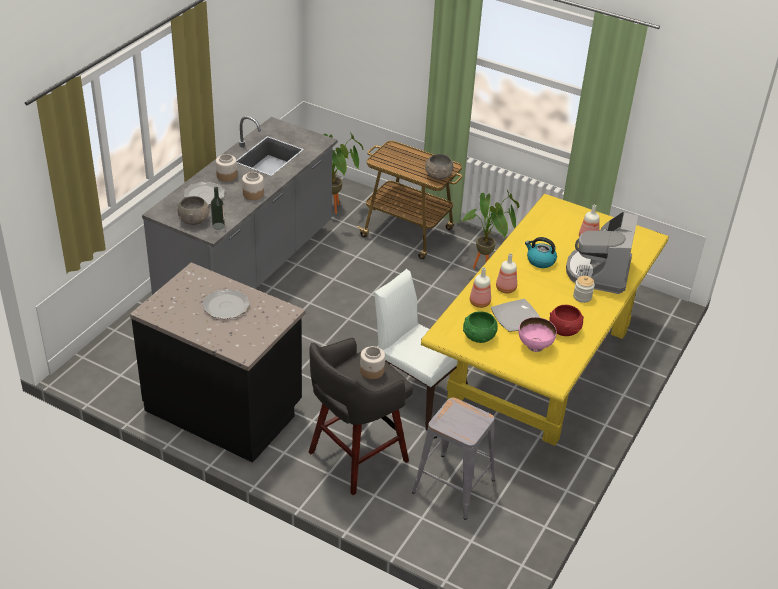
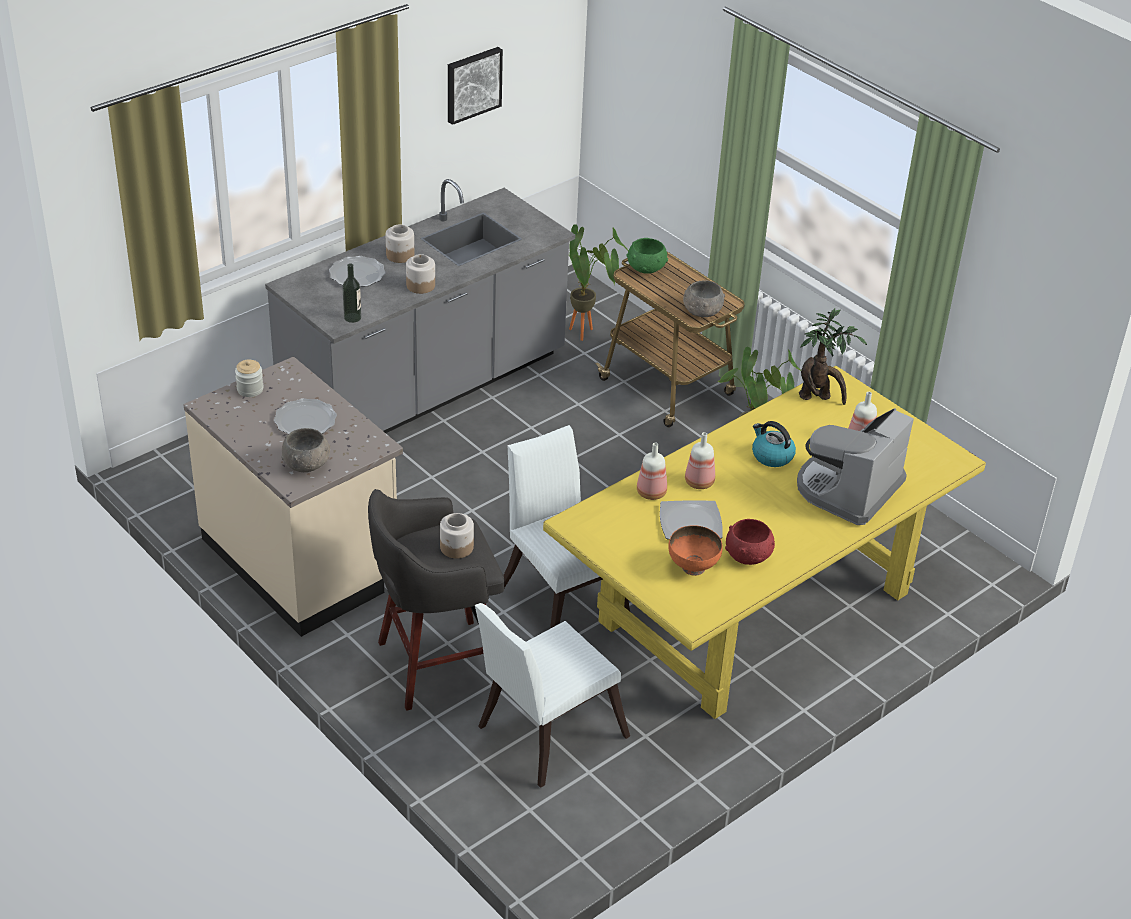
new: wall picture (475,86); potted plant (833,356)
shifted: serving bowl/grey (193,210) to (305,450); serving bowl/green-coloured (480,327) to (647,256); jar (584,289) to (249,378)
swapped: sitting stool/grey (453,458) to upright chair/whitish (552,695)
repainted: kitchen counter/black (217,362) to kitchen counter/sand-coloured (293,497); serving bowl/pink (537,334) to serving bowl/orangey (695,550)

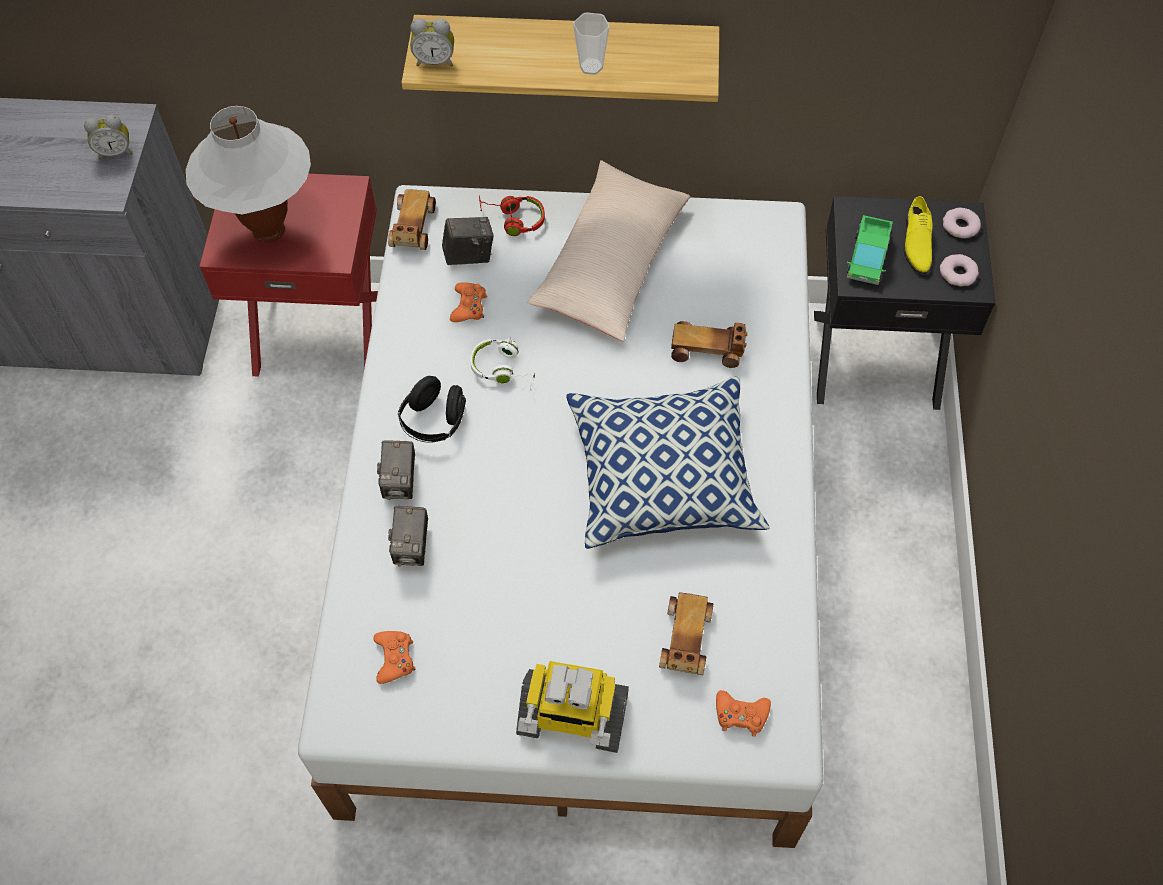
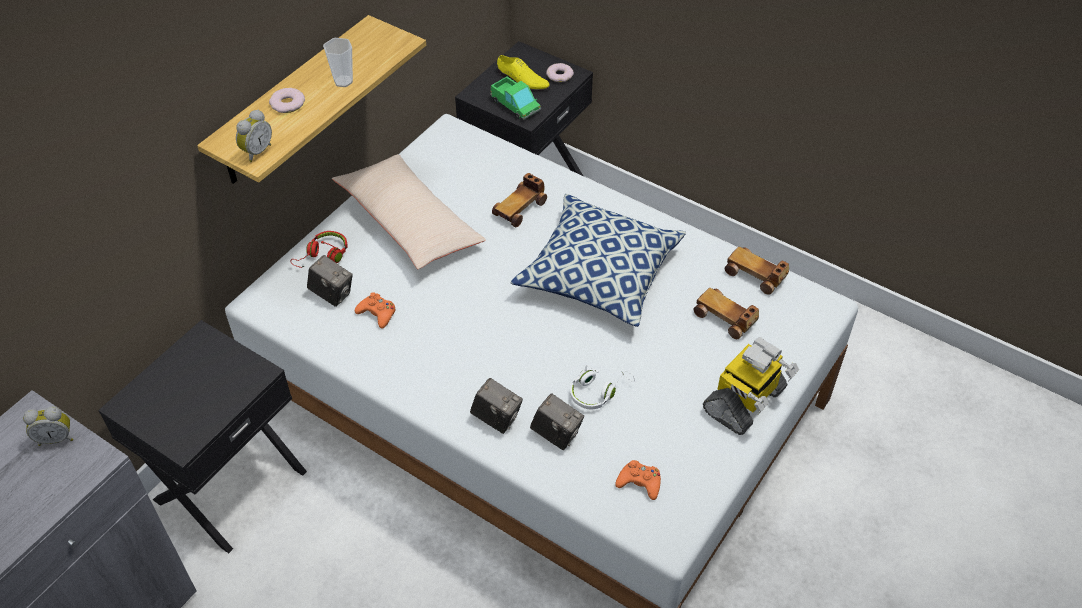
gone: tabletop lamp/whitish (248,174); pair of headphones/black (432,409); joypad/orangey (743,713)
shifted: toy car (412,219) to (757,271); pair of headphones/whitish (502,363) to (602,387); donut (962,223) to (287,100)
repainted: bedside table/red (288,275) to bedside table/black (202,436)
rotated: table clock (108,137) = (48,426) 60 degrees clockwise; photo camera (467,241) = (330,281) 105 degrees clockwise

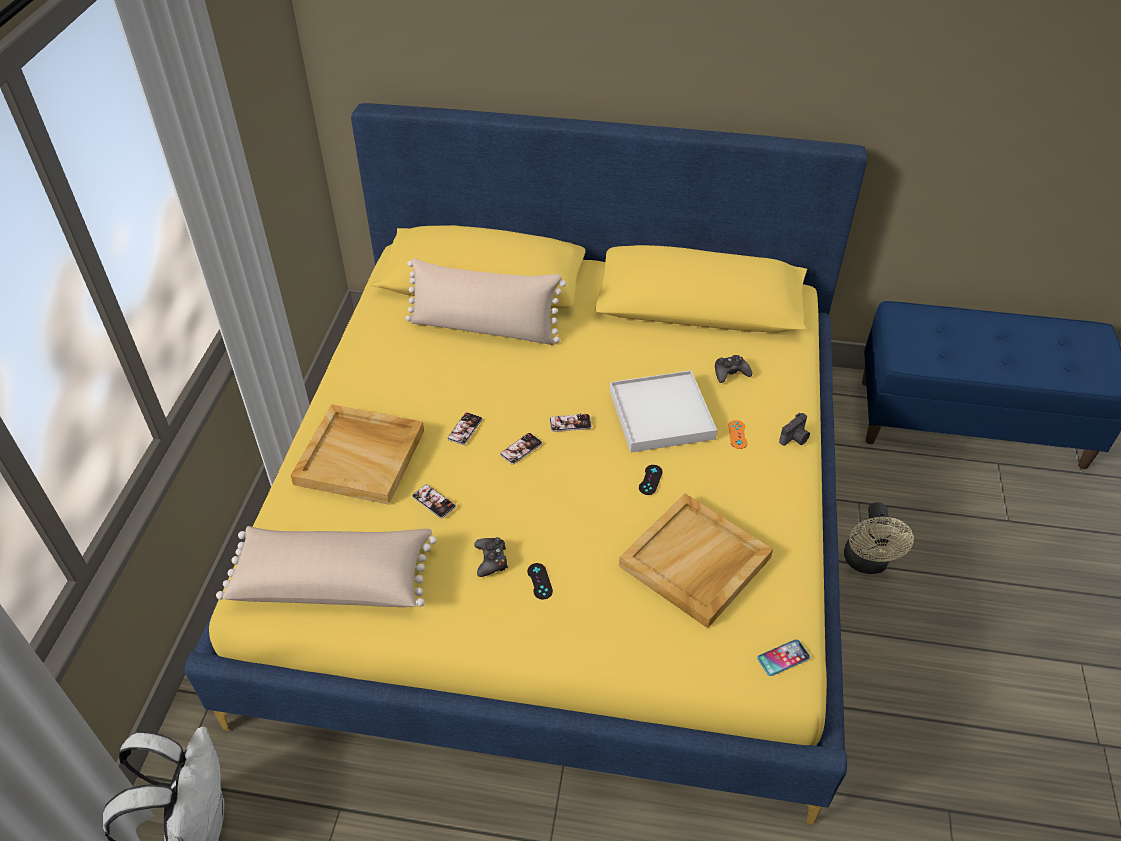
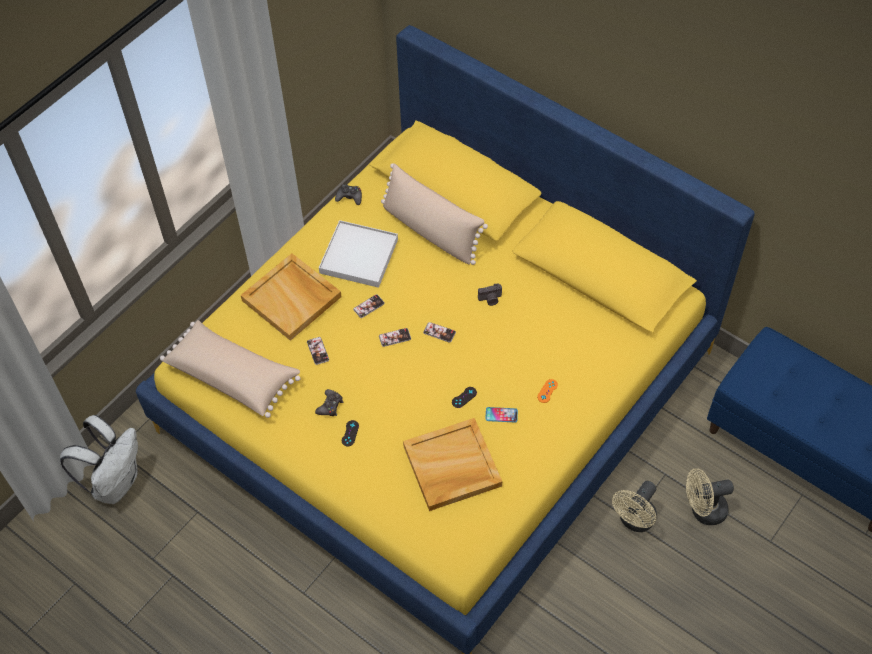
new: electric fan/sand-coloured (710,496)
shifted: carrying tray/whitish (663,411) to (358,254); joypad/black (733,369) to (348,194); phone (783,657) to (501,415); photo camera (794,429) to (490,294)

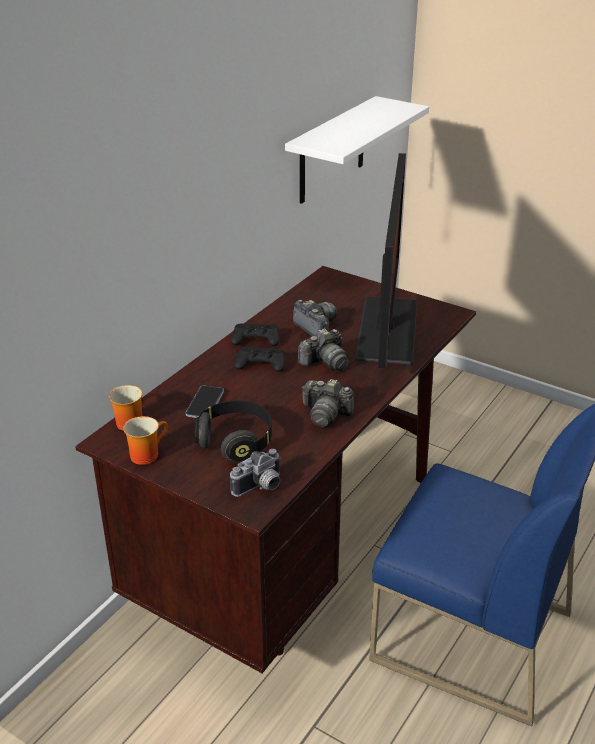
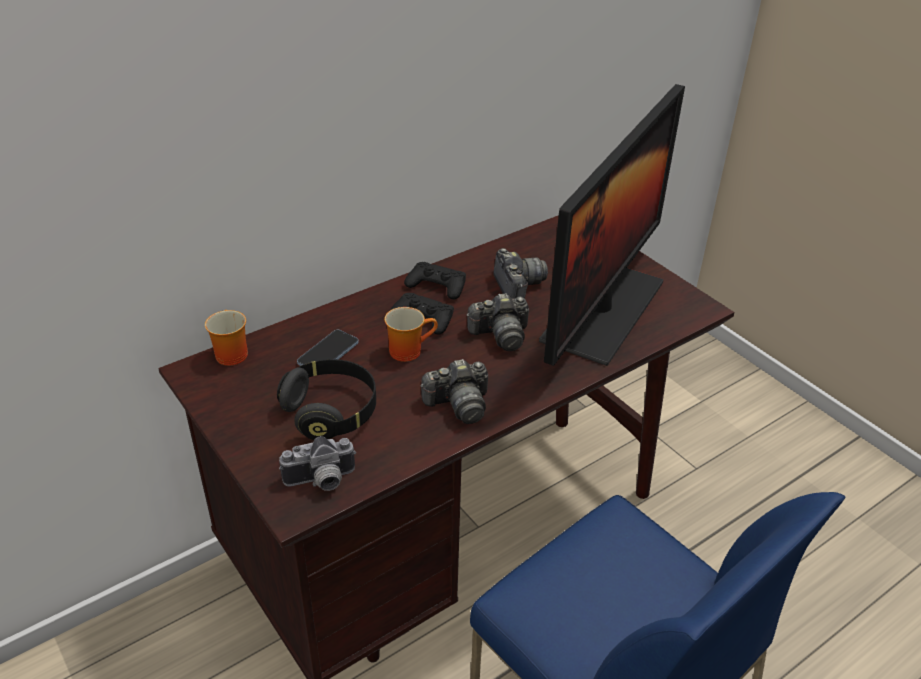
gone: bracket shelf/whitish (357,150)
shifted: coffee mug (145,440) to (411,334)
rotated: photo camera (328,403) = (454,391) 60 degrees counterclockwise

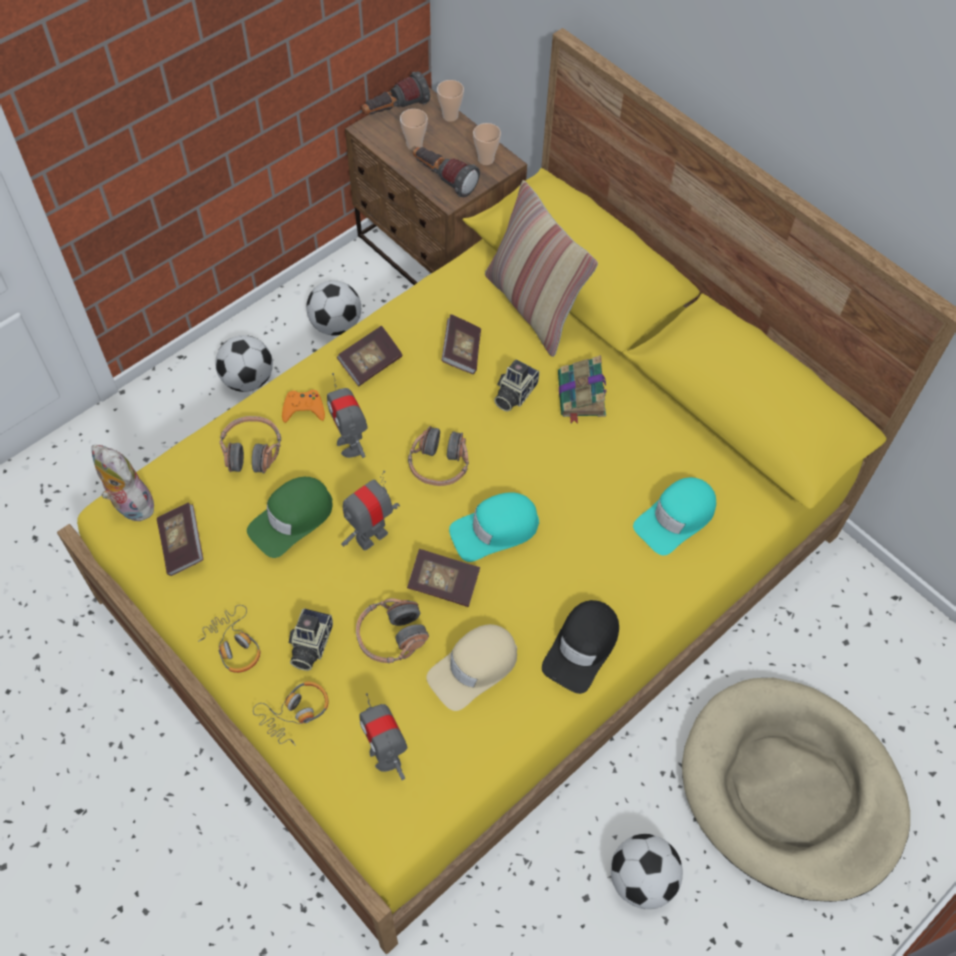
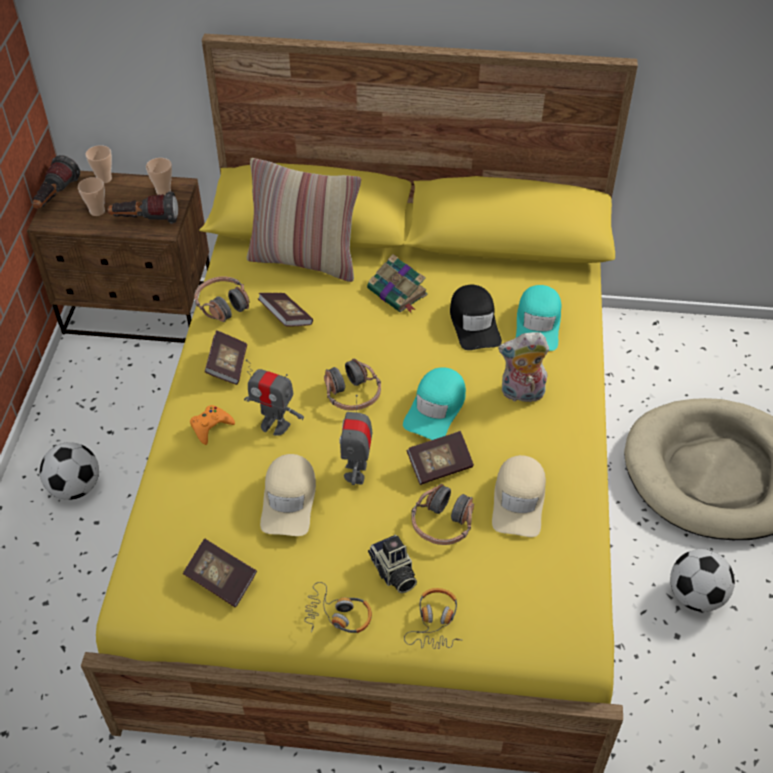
gone: football ball (333,308); toy robot (383,736); photo camera (516,386)
shifted: soft toy (123,483) to (523,367); pair of headphones (250,445) to (222,299); cap/black (580,647) to (476,317)
repainted: cap/green-coloured (290,517) to cap/sand-coloured (288,495)

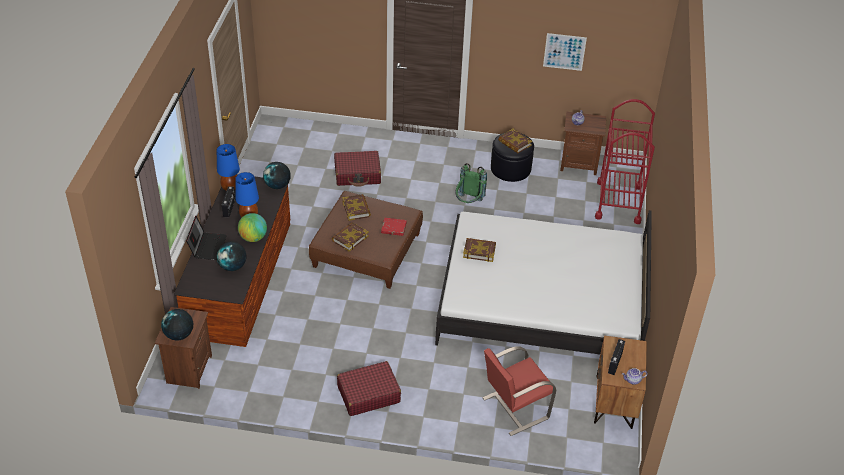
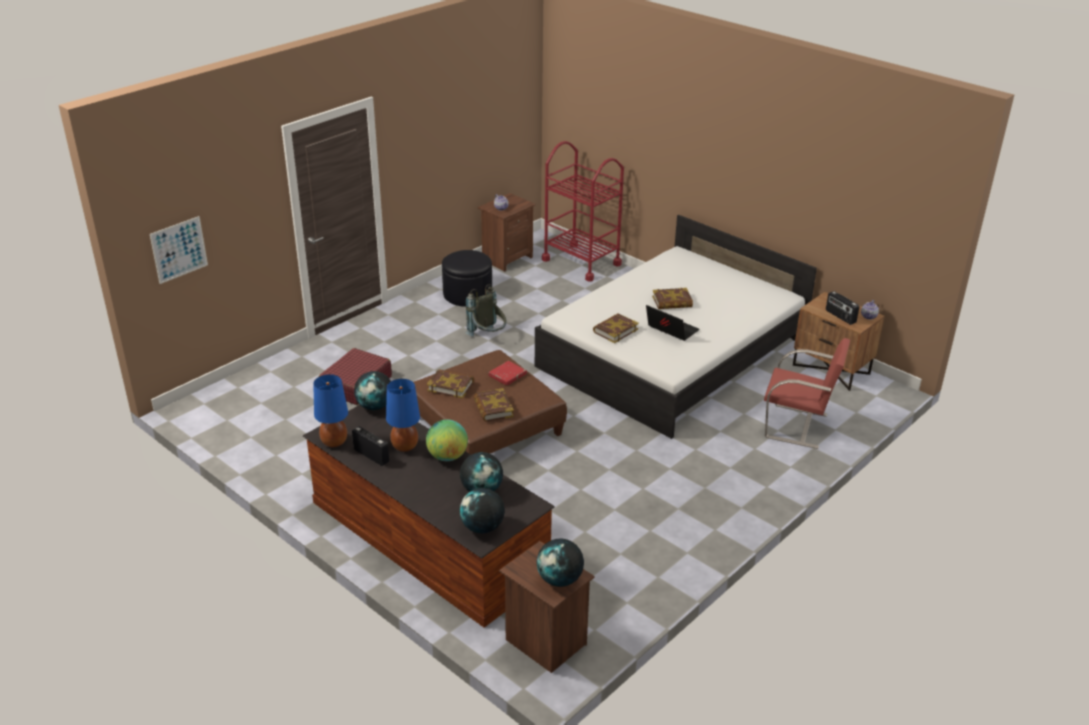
gone: suitcase/red (369,388)
new: globe (482,510)
shifted: laptop (206,238) to (673,323); book (515,141) to (672,298); wall picture (565,52) to (179,250)
repainted: knapsack/green-coloured (471,183) to knapsack/grey (486,310)
rotated: upright chair/red (519,391) = (807,393) 75 degrees counterclockwise

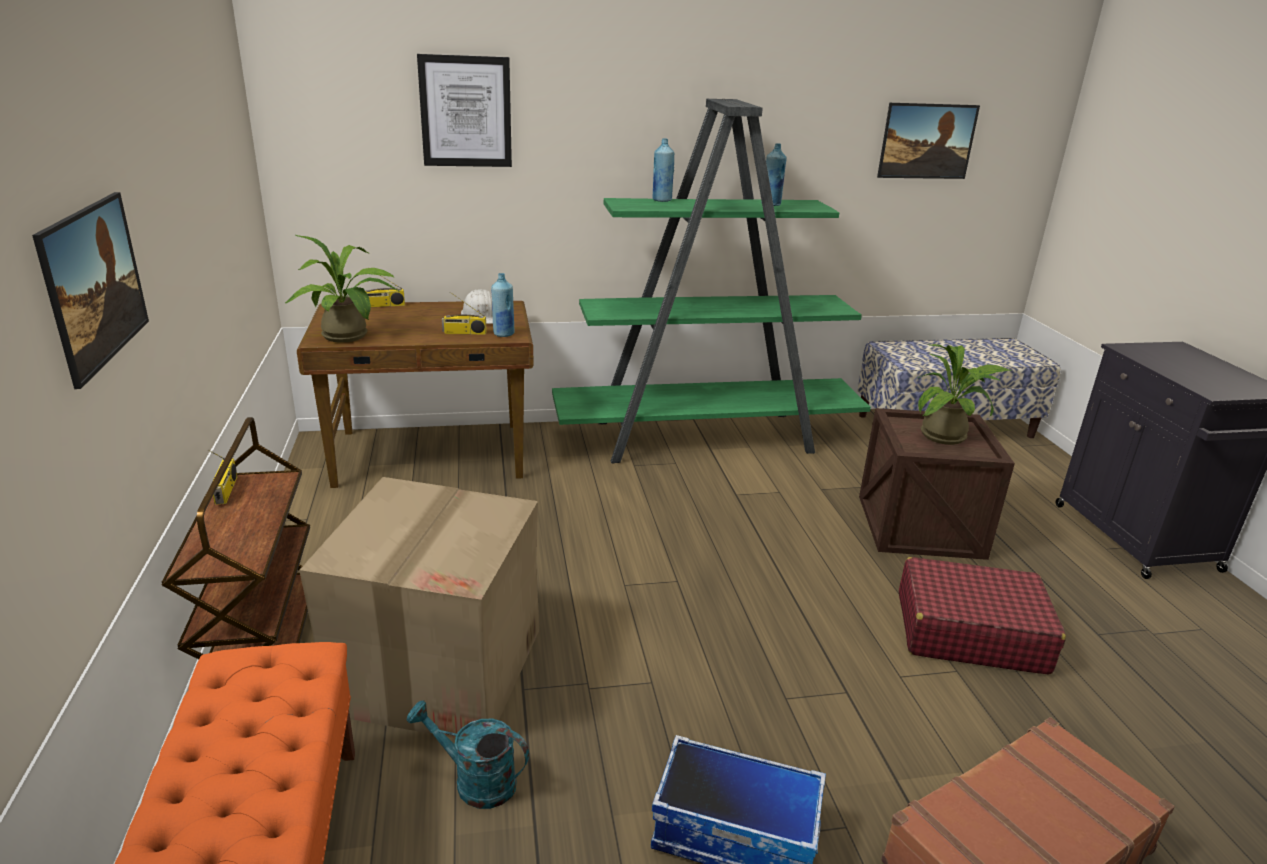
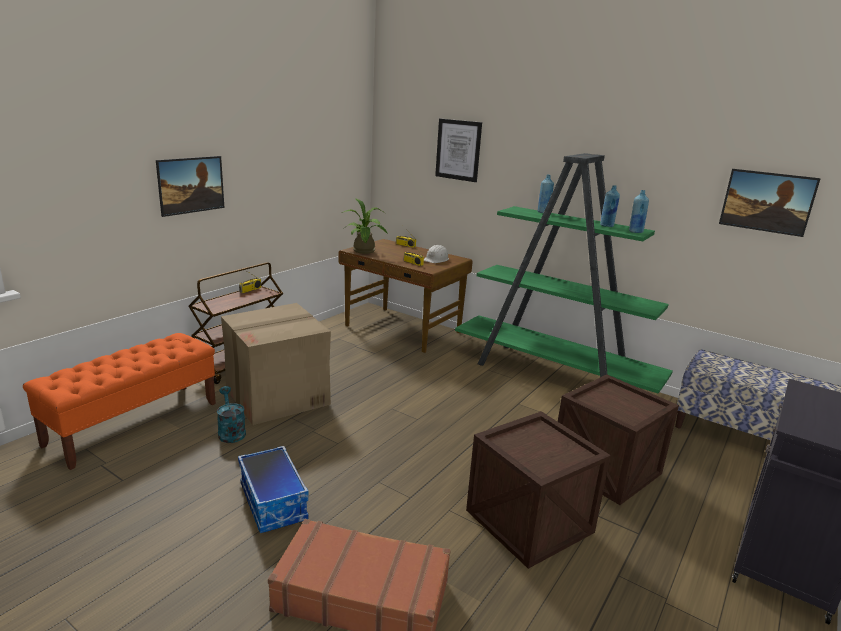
gone: potted plant (964,394)
shifted: bottle/bluish (502,305) to (639,211)
swapped: suitcase/red (982,616) to crate (538,490)

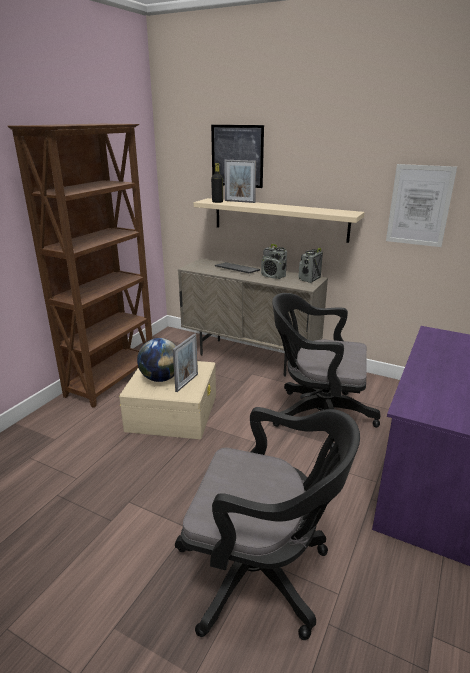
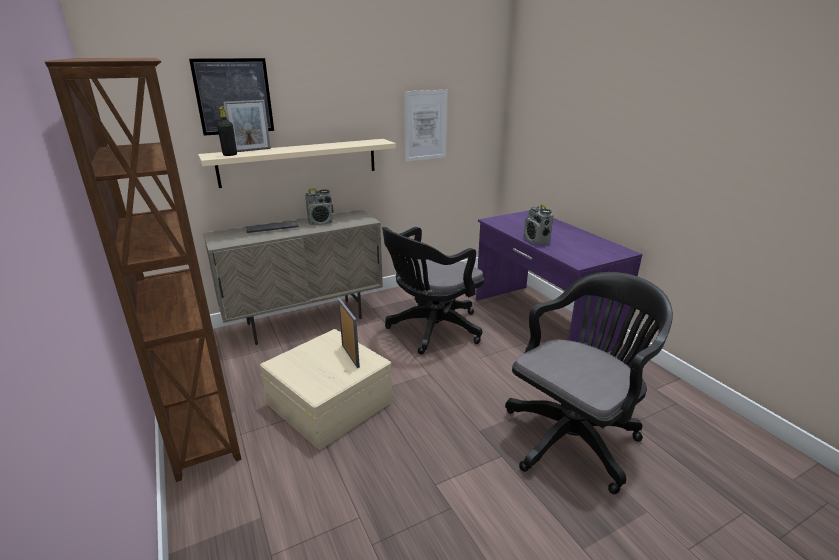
gone: globe (156,360)
shifted: radio receiver (311,265) to (538,224)

